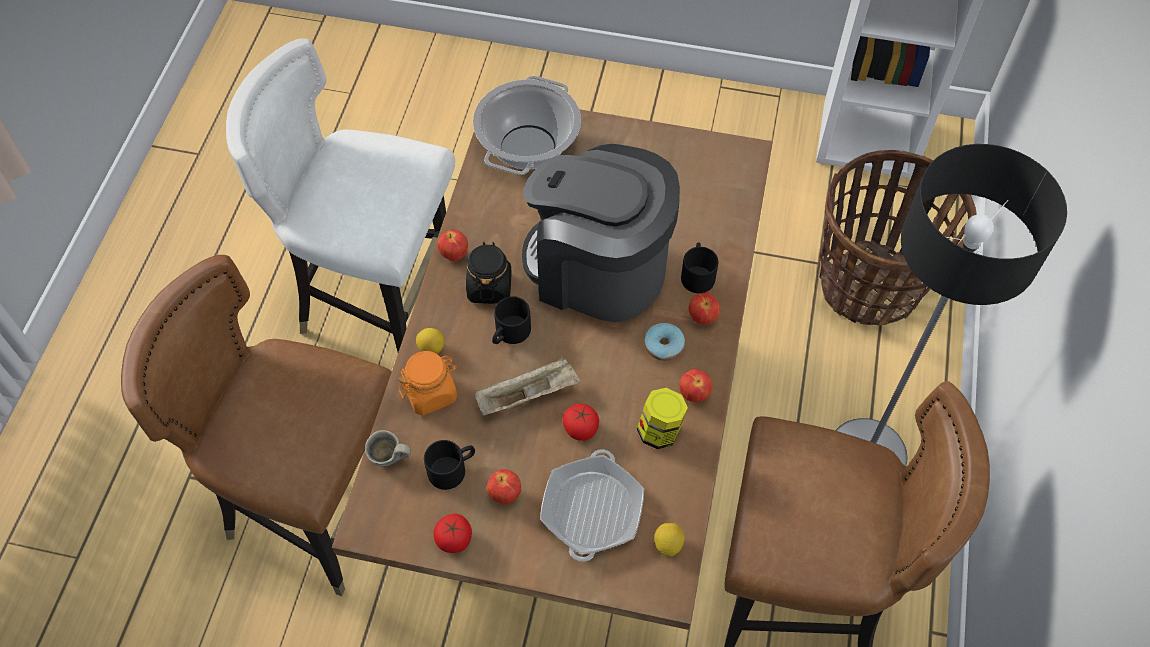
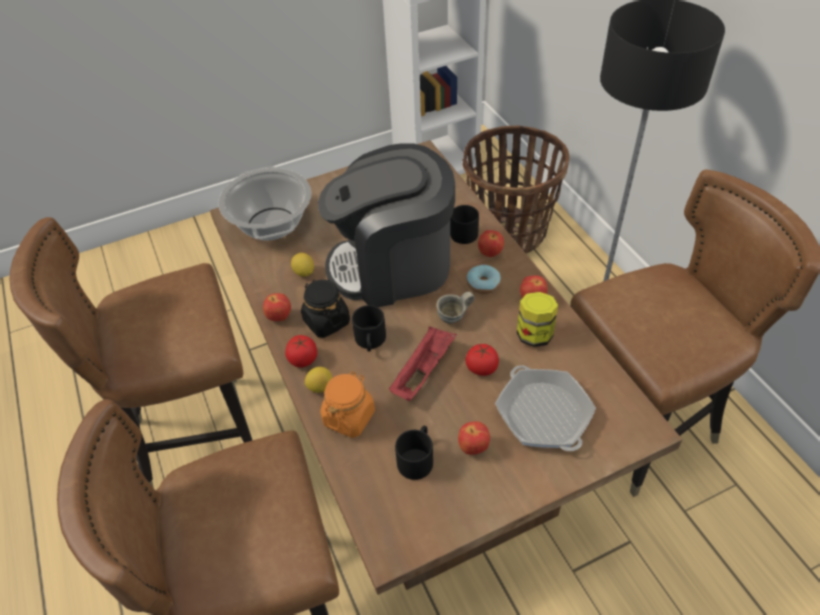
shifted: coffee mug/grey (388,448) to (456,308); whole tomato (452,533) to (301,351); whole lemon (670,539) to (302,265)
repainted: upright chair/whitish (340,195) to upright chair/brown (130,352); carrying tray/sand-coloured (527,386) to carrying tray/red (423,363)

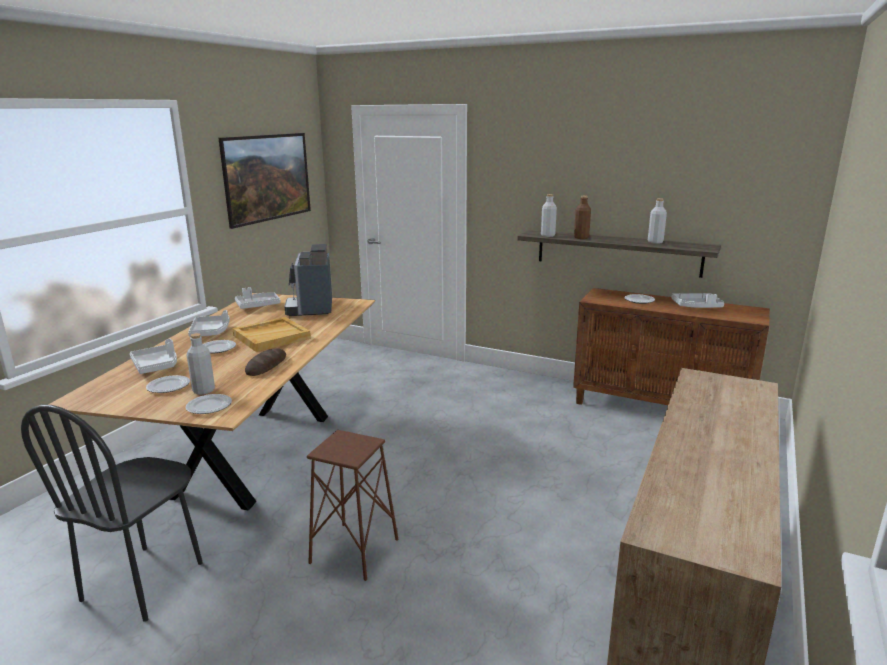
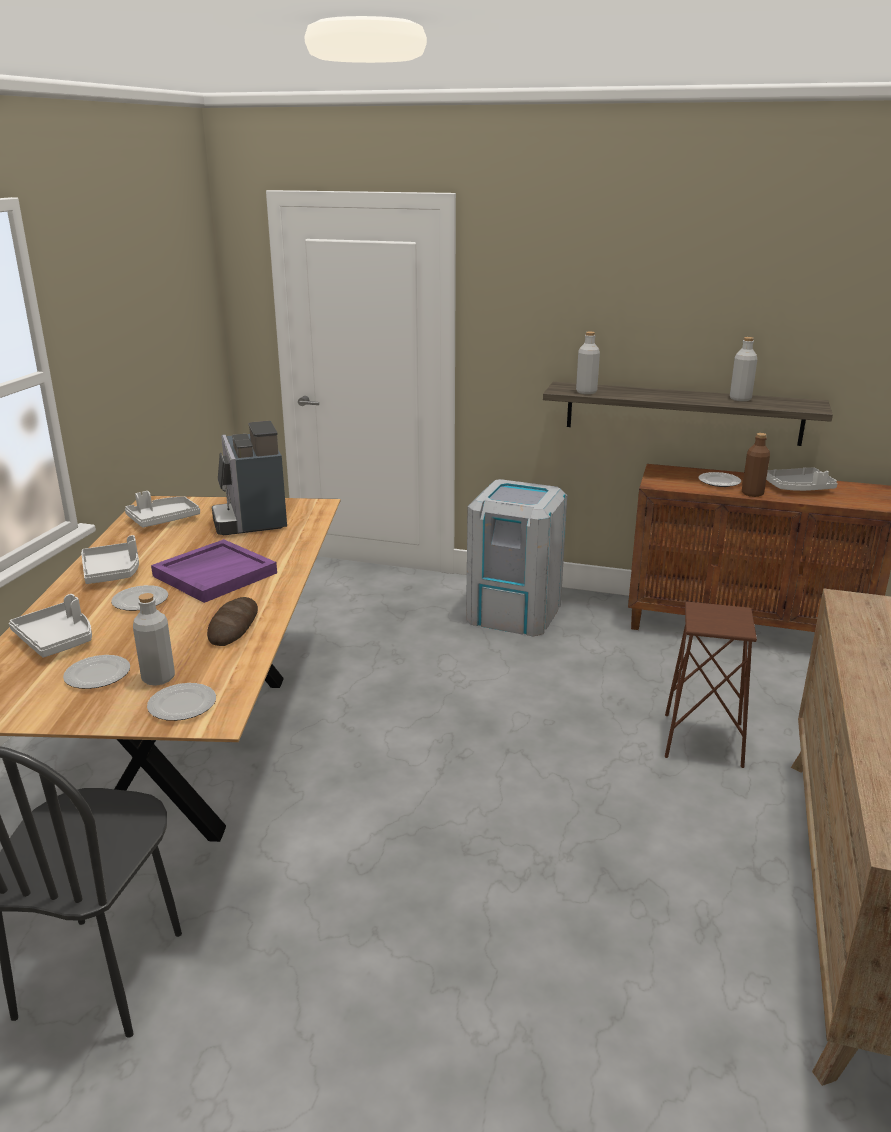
gone: wall picture (264,181)
new: waste bin/grey (516,557)
shifted: sitting stool/brown (352,505) to (711,684); bottle/brown (582,217) to (756,465)
repainted: carrying tray/sand-coloured (271,334) to carrying tray/purple-coloured (214,571)

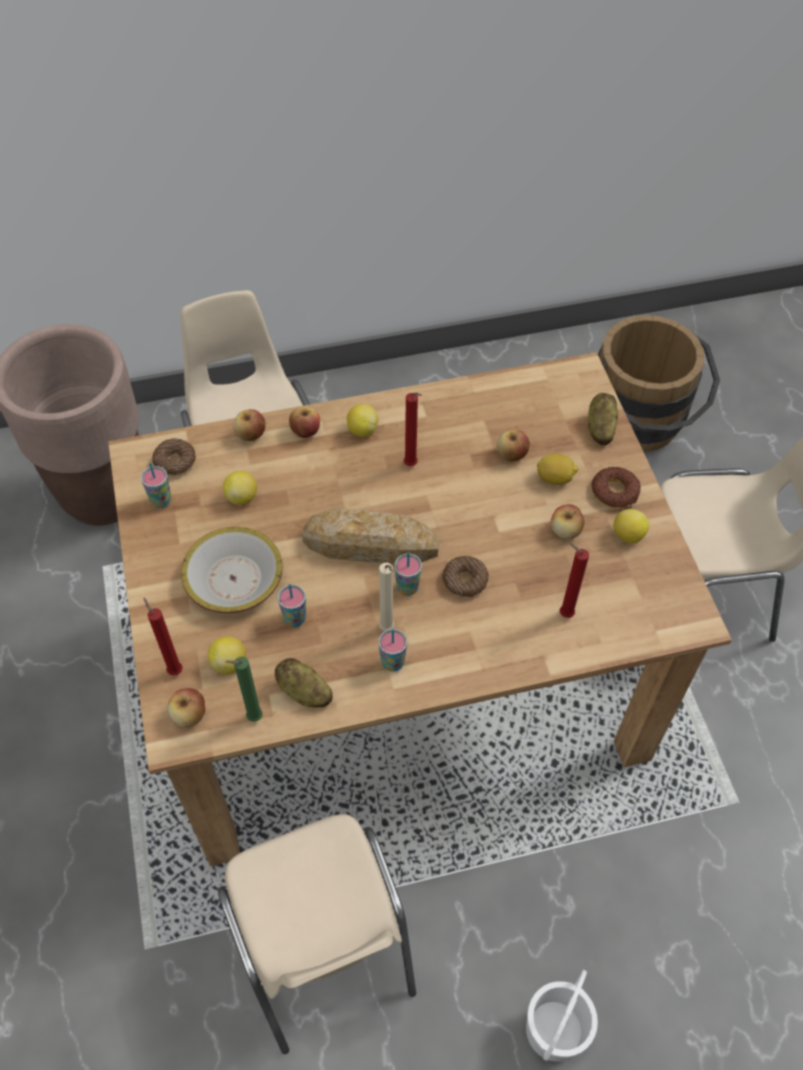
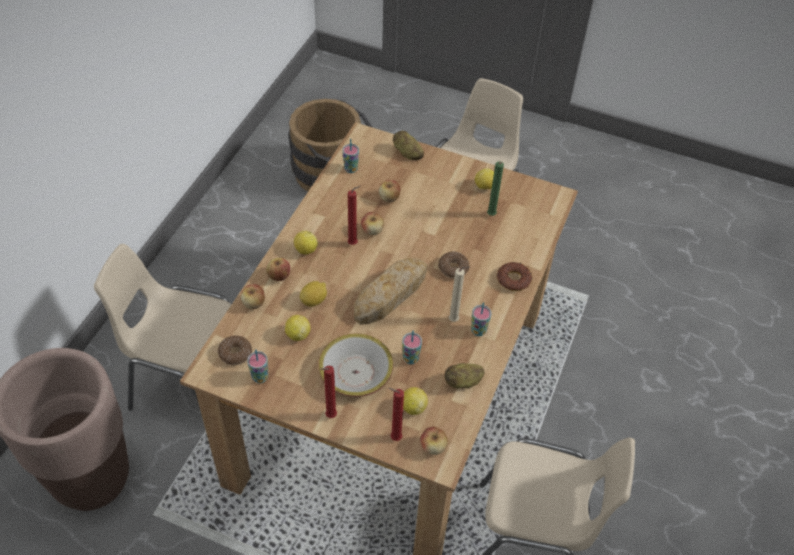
gone: bucket/whitish (562,1015)
shifted: wax light/green-coloured (243,689) to (495,188); small cup (408,574) to (350,156); whole lemon (557,469) to (313,294); apple (567,521) to (372,223); wax light/red (574,580) to (328,392); donut (616,487) to (514,276)

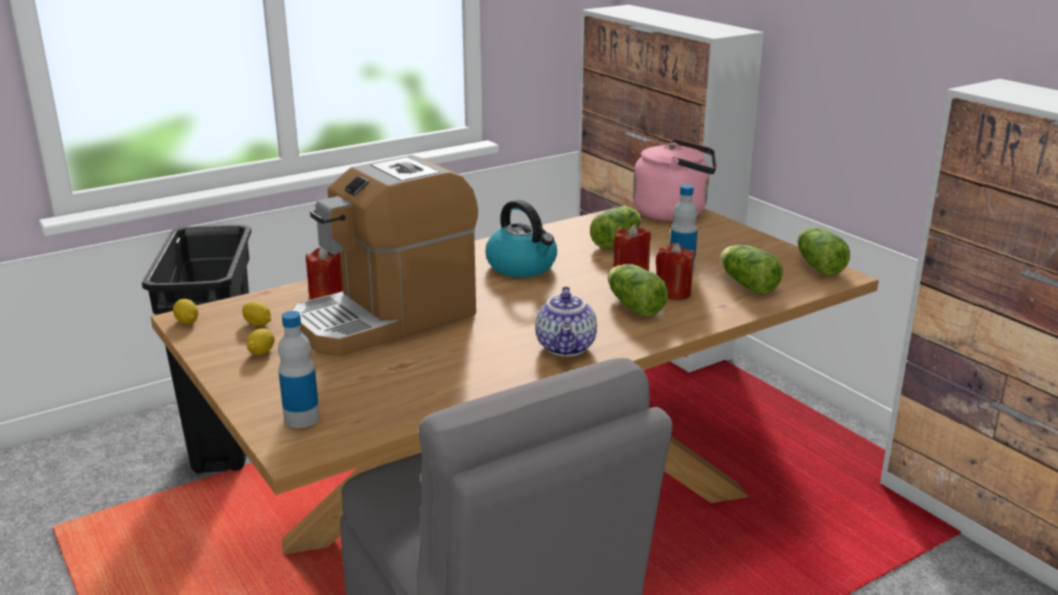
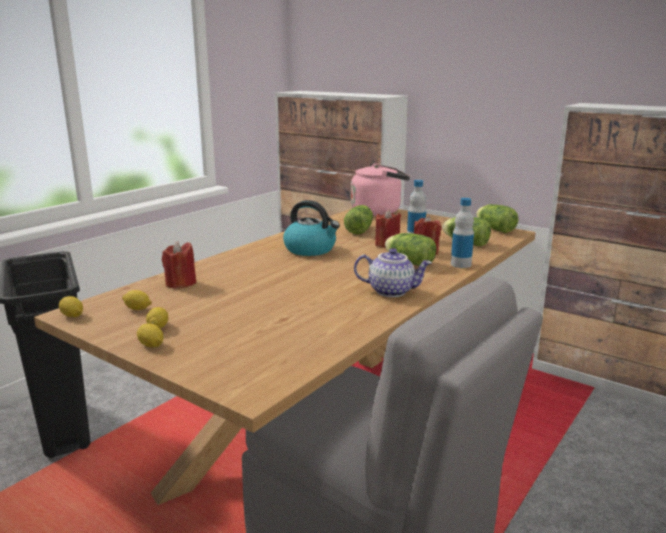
gone: coffee brewer (385,256)
new: whole lemon (150,335)
shifted: bottle (299,369) to (462,233)
rotated: tea pot (566,321) = (393,272) 60 degrees counterclockwise

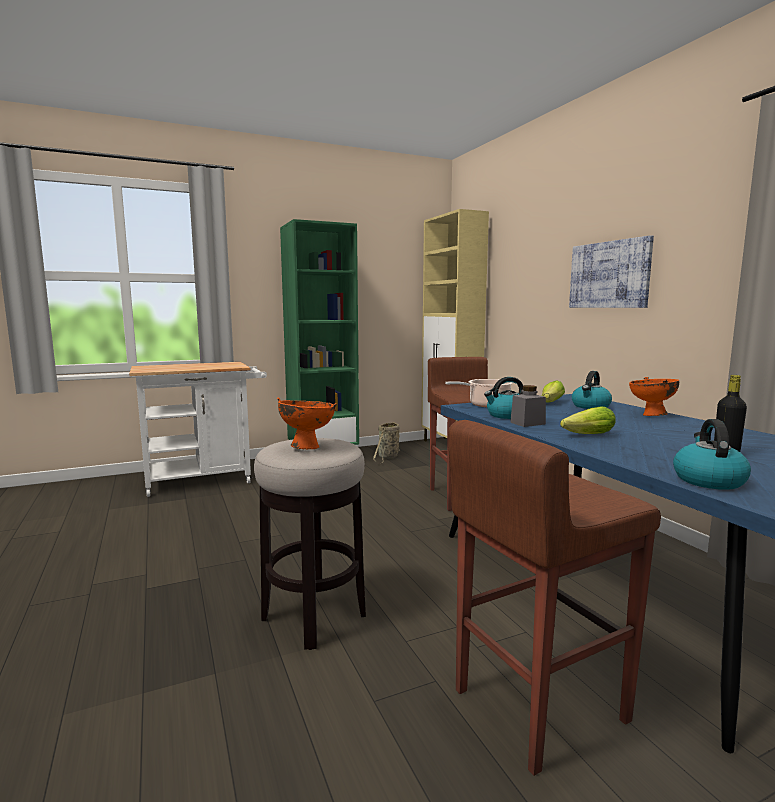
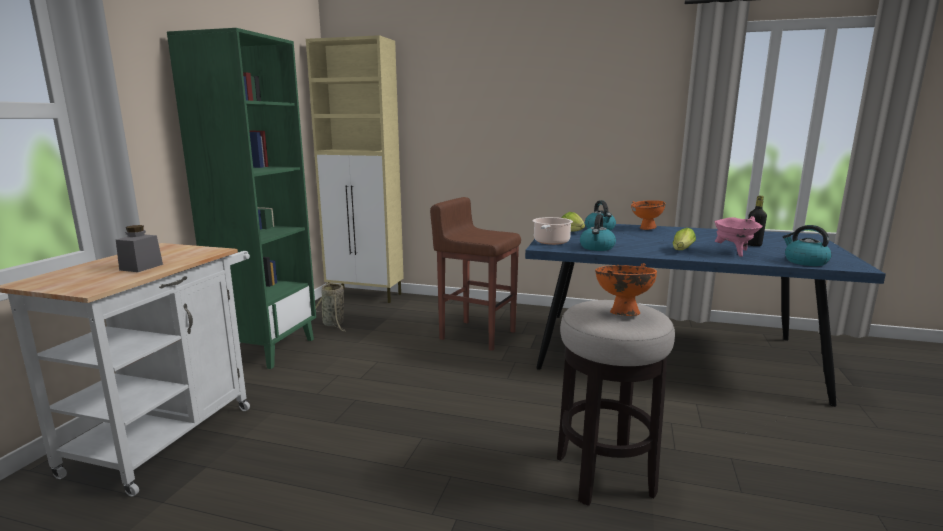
gone: sitting stool/brown (554,598); wall picture (611,271)
new: saucepot/pink (738,236)
shifted: jar/grey (528,406) to (139,248)

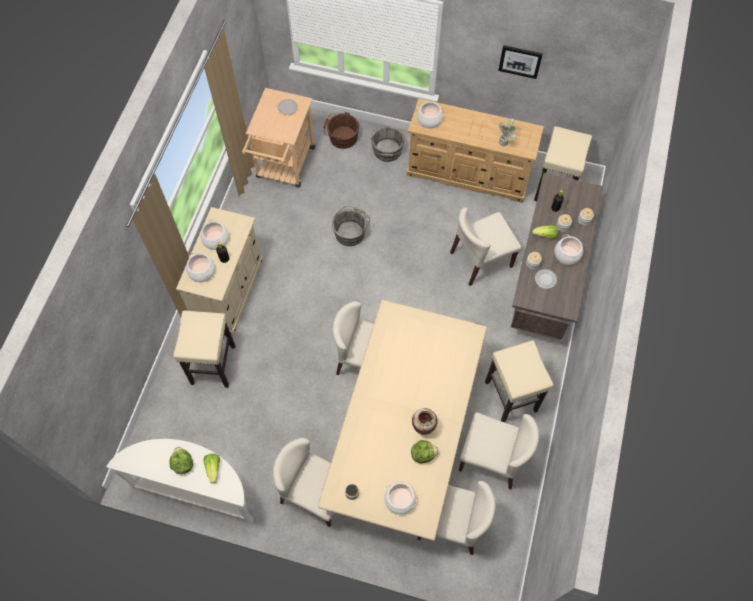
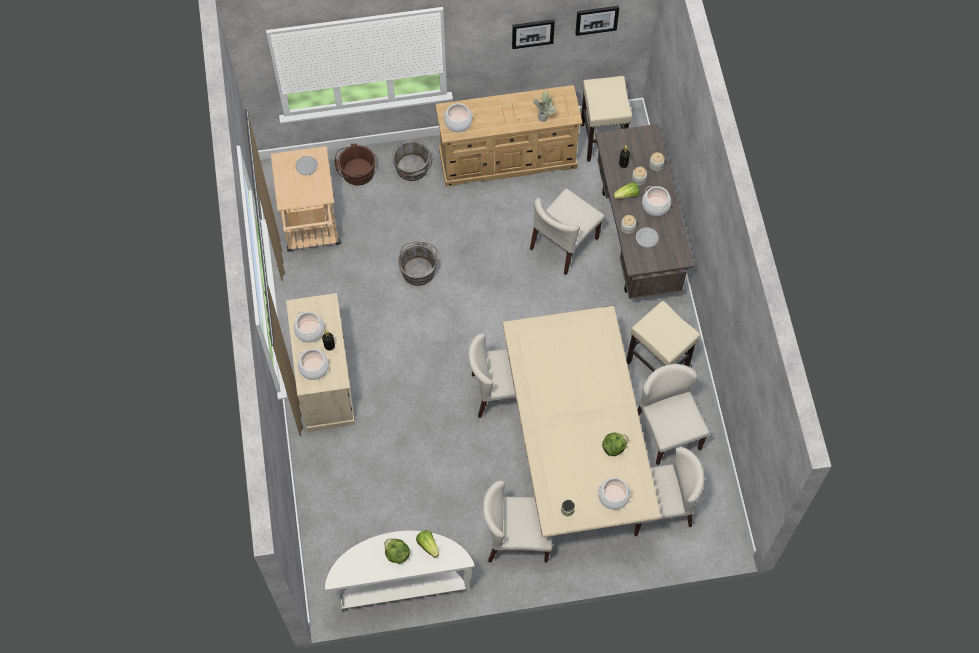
gone: sitting stool/sand-coloured (204,349); decorative vase (425,421)
new: wall picture (597,21)
rotated: upright chair/sand-coloured (499,451) = (673,414) 105 degrees counterclockwise

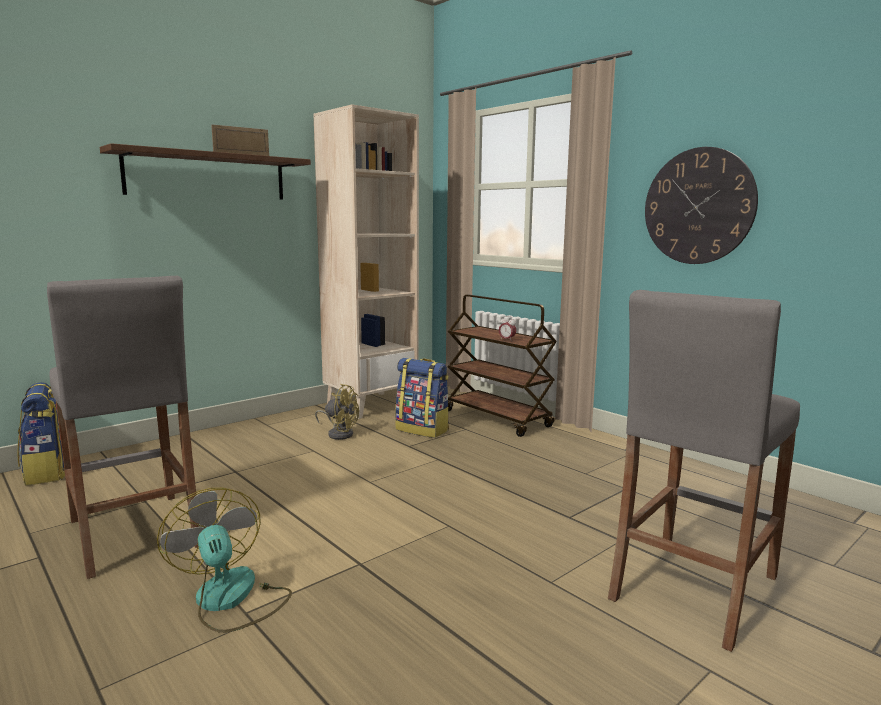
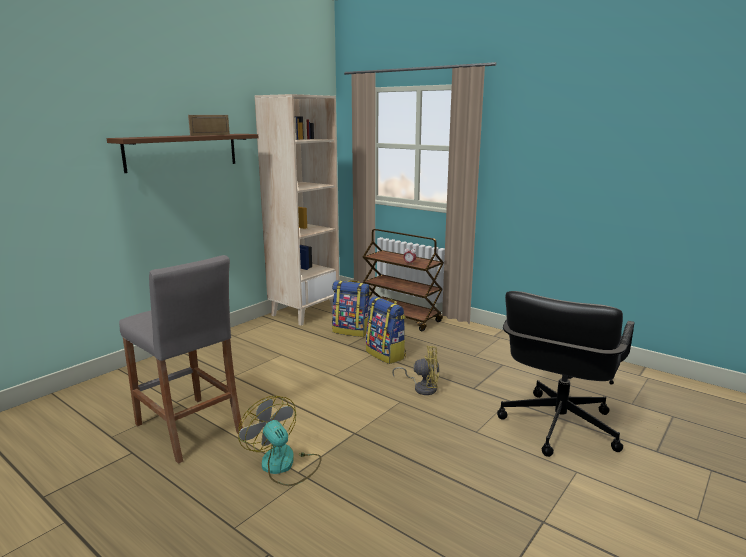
gone: hanging clock (701,205)
shifted: knapsack (41,434) to (386,330); electric fan/yellow (337,412) to (416,370)
swapped: sitting stool/grey (704,471) to desk chair/black (565,374)

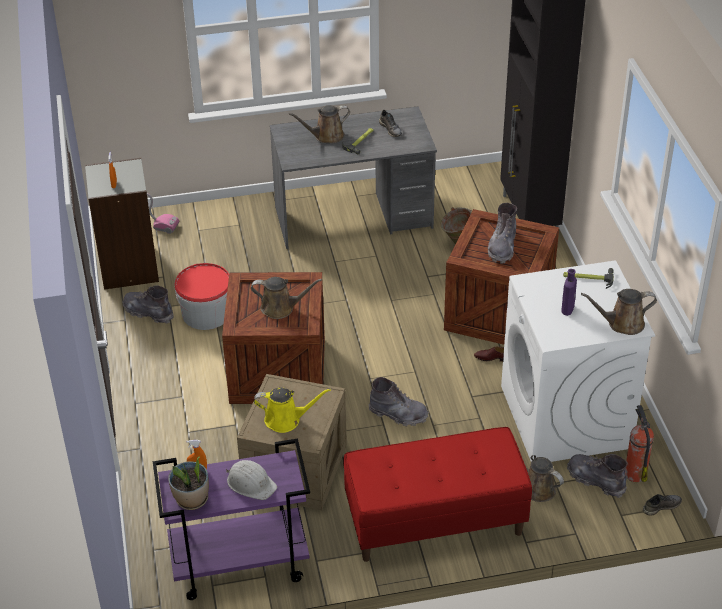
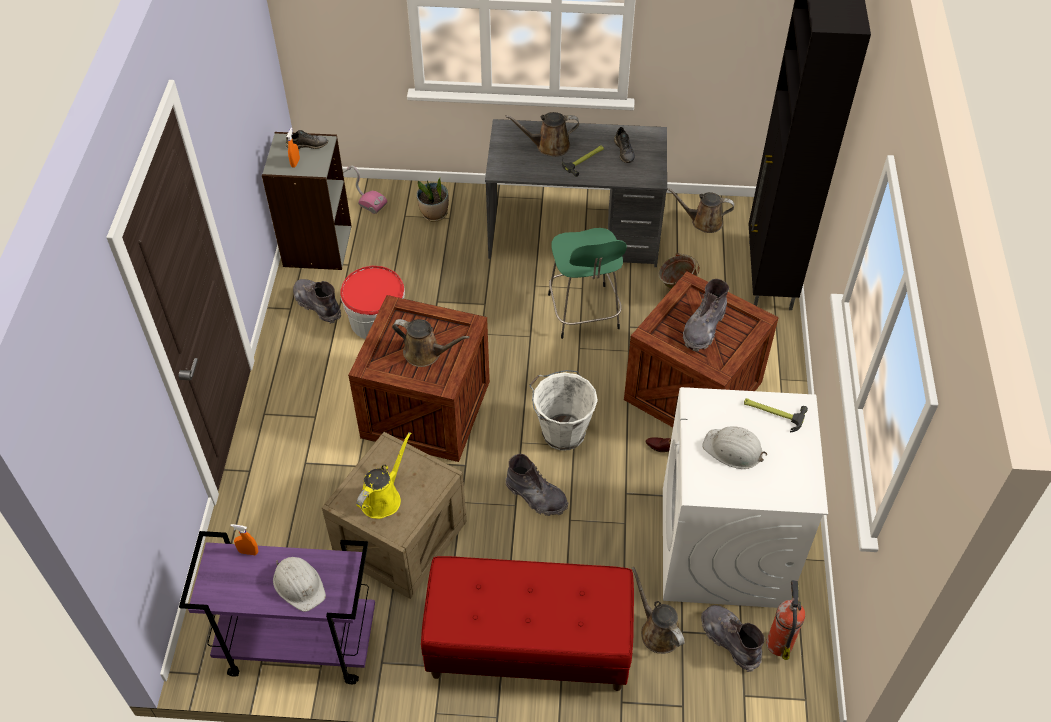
new: bucket/whitish (563,410); sitting stool/green-coloured (587,283)
shifted: potted plant (188,483) to (432,200); sprinkling can/brown (619,312) to (700,210); shoe/grey (662,505) to (306,139)
swapped: bottle/purple-coloured (569,292) to work helmet/whitish (734,447)
rotated: sprinkling can/yellow (292,410) = (383,475) 75 degrees counterclockwise

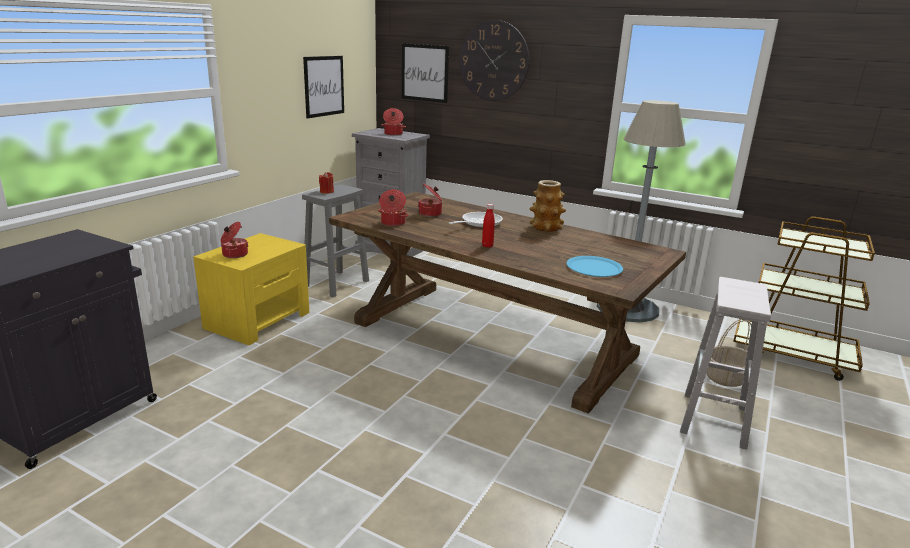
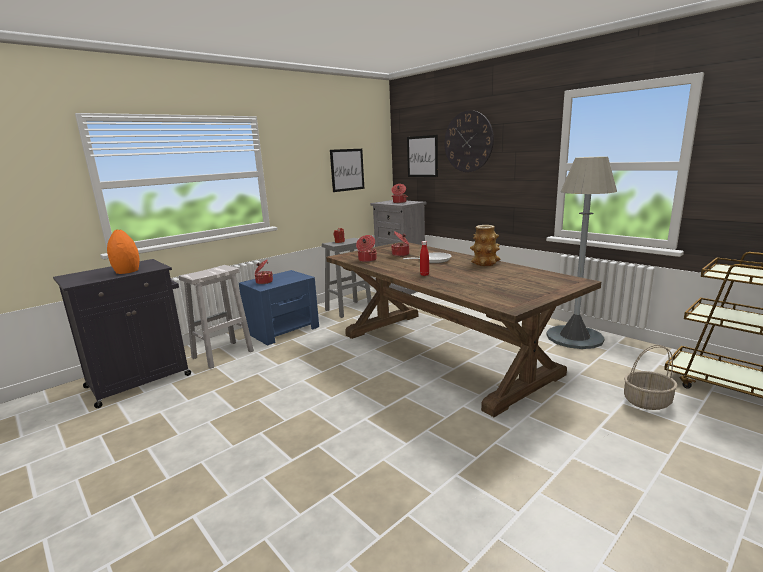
gone: flat dish/bluish (595,266)
new: decorative vase/orangey (123,252)
shifted: sitting stool/whitish (725,363) to (216,317)
repainted: bedside table/yellow (251,289) to bedside table/bluish (279,307)

